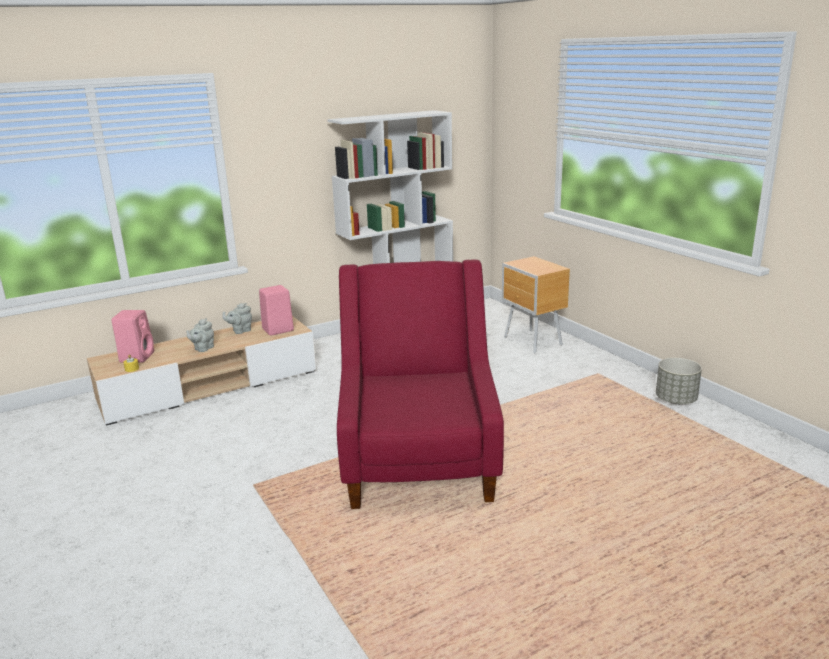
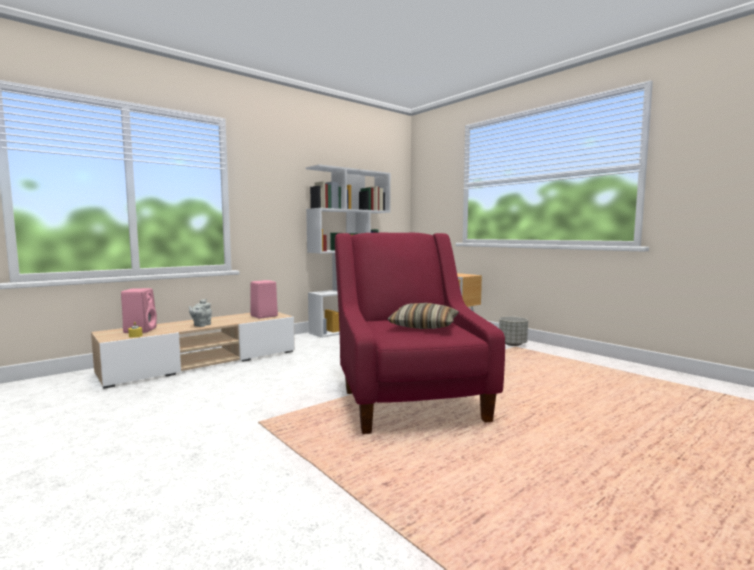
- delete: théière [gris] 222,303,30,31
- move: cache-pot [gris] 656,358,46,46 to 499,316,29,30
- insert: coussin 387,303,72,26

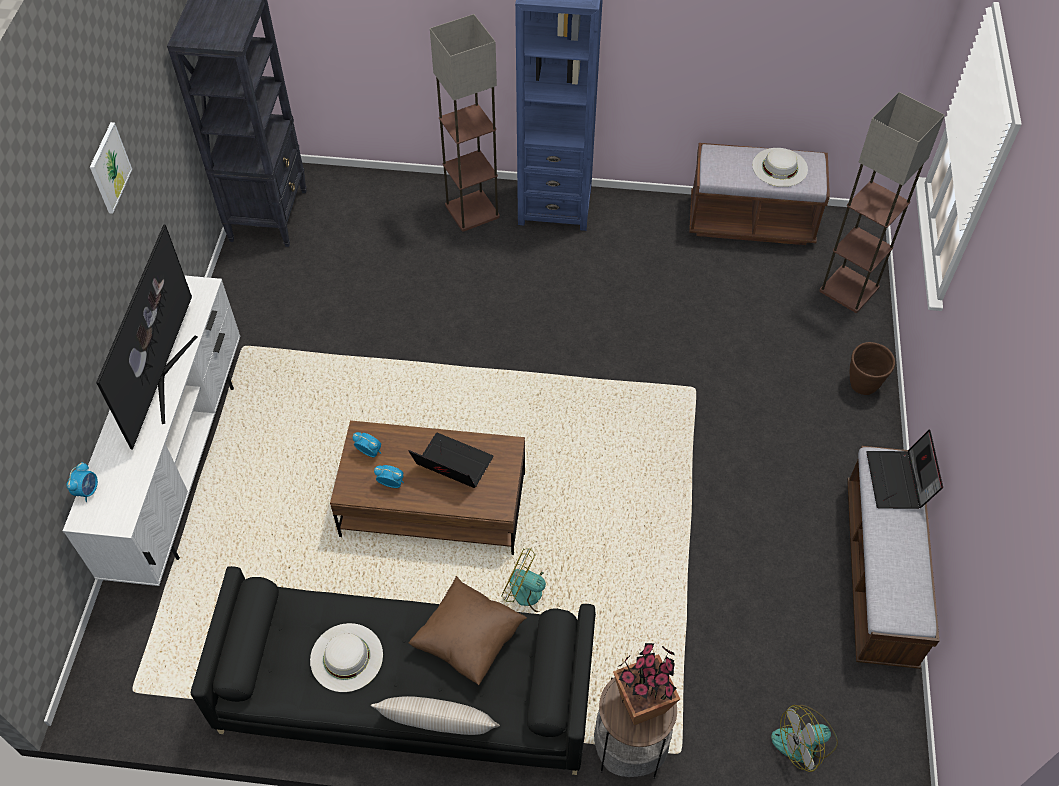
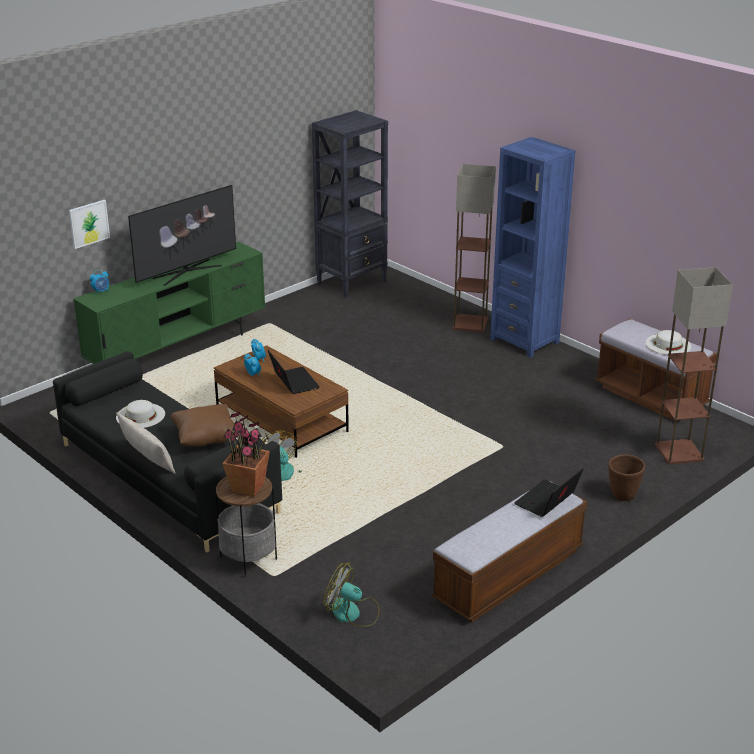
- recolor: meuble télé [blanc] 63,275,177,311 to meuble télé [vert] 73,242,192,122
- move: tableau 90,122,42,92 to 69,200,41,49

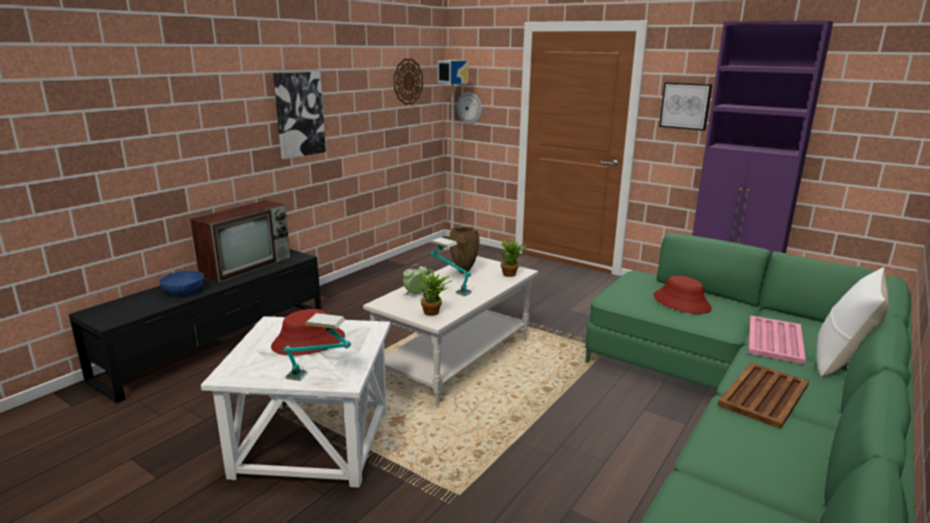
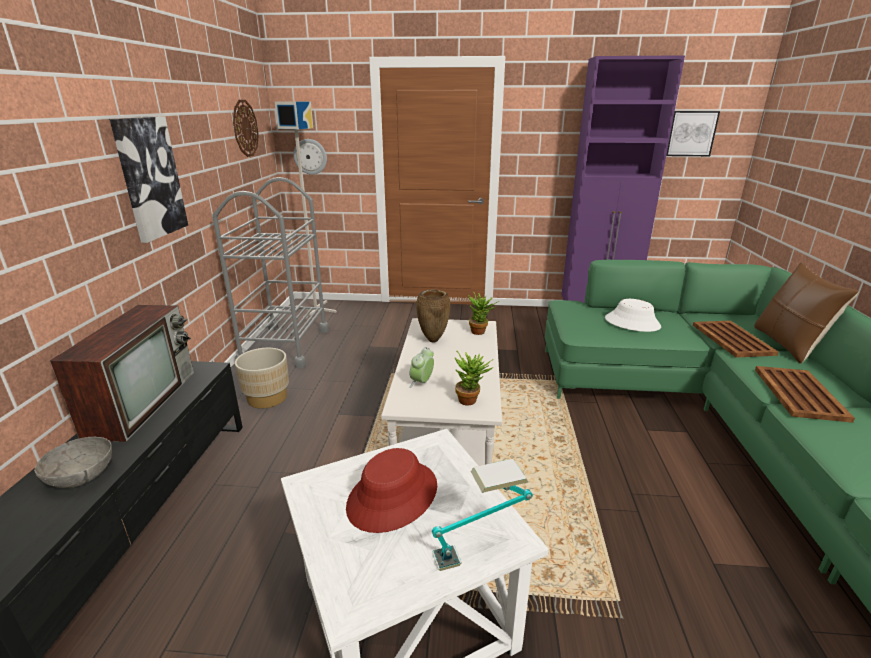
- recolor: bol [bleu] 160,270,44,26 to bol [gris] 34,437,78,51
- delete: lampe de table 430,237,42,59
- recolor: chapeau [rouge] 653,275,59,39 to chapeau [blanc] 605,299,56,33
- move: tableau 659,82,53,49 to 666,111,54,45
- recolor: plateau [rose] 748,316,58,48 to plateau [marron] 693,321,86,37
- recolor: coussin [blanc] 816,267,73,110 to coussin [marron] 754,263,105,100
- insert: chariot [gris] 212,177,117,191
- insert: cache-pot [beige] 235,348,54,61

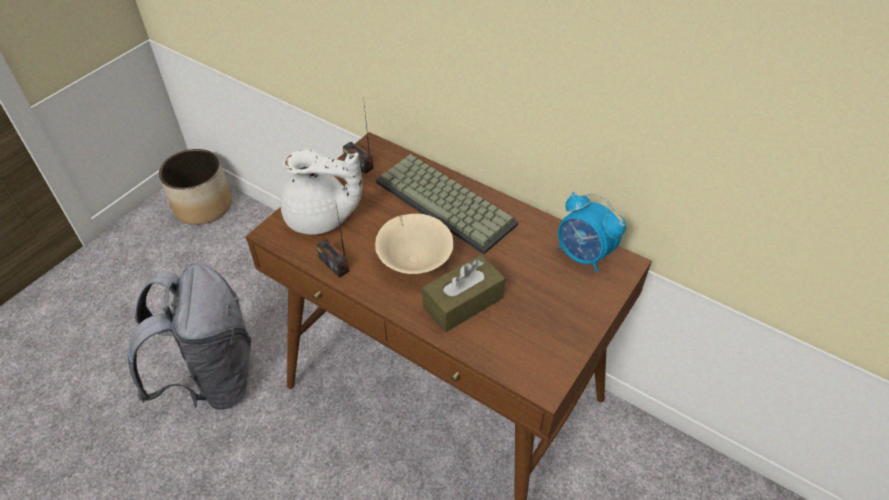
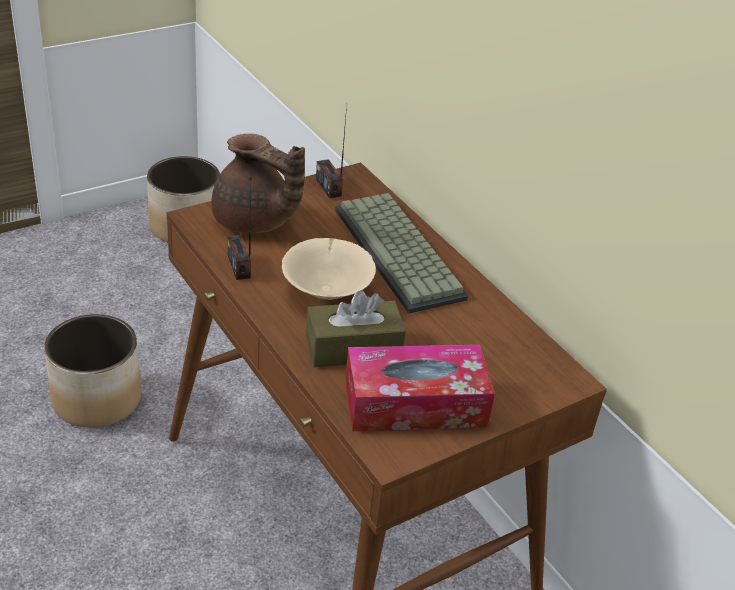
- replace: sac à dos [gris] 128,263,123,147 to cache-pot 44,314,97,114
- recolor: théière [blanc] 280,149,82,86 to théière [marron] 211,134,94,100
- delete: réveil 558,192,68,80
- insert: boîte à mouchoirs 345,345,150,87

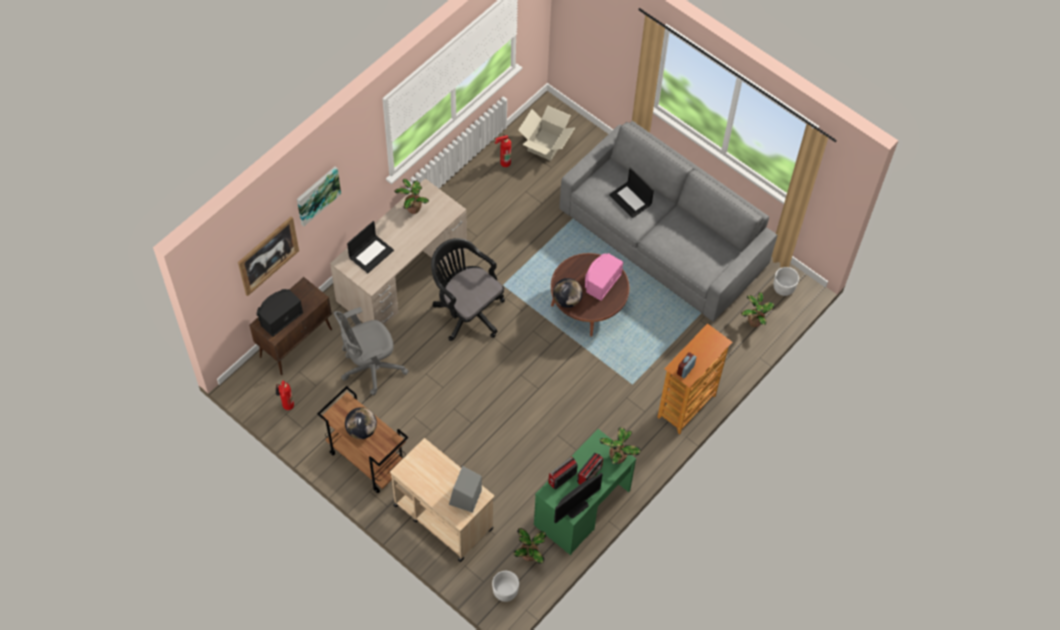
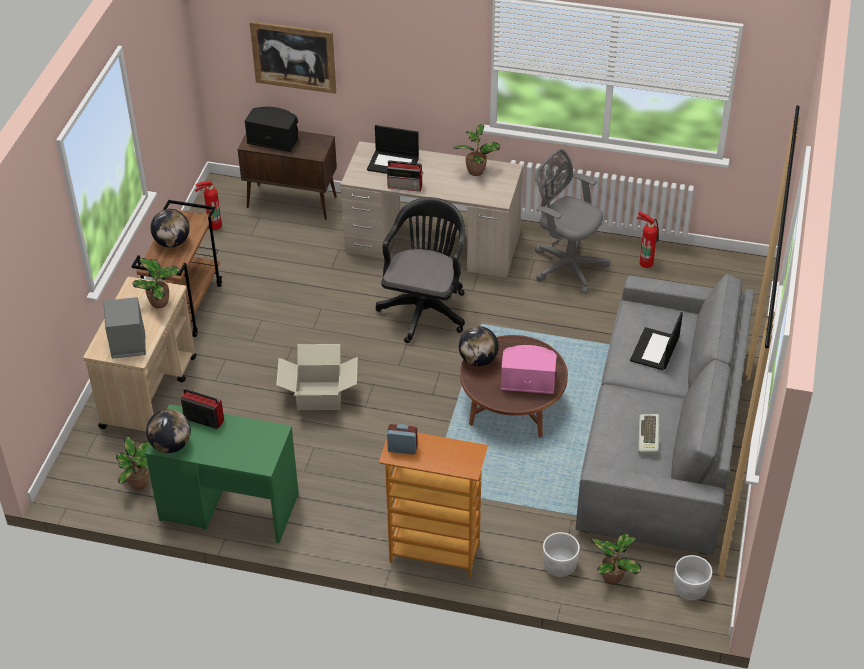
- delete: tableau 297,166,44,60
- move: chaise de bureau [gris] 333,307,76,88 to 535,149,75,145
- move: cache-pot [blanc] 492,571,27,31 to 543,532,37,45
- move: carton 518,105,58,56 to 276,344,82,66
- replace: écran d'ordinateur 554,473,49,51 to globe 146,409,45,44
- move: radio 577,453,26,32 to 387,160,37,32
- move: plante en pot 600,427,41,37 to 132,258,48,50
- insert: clavier 638,414,21,42

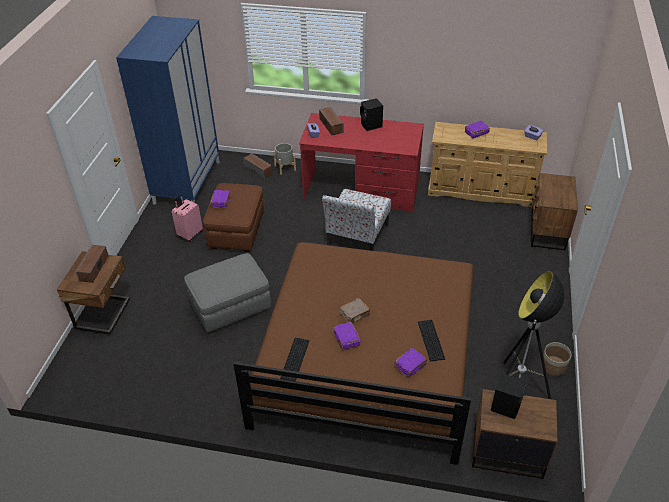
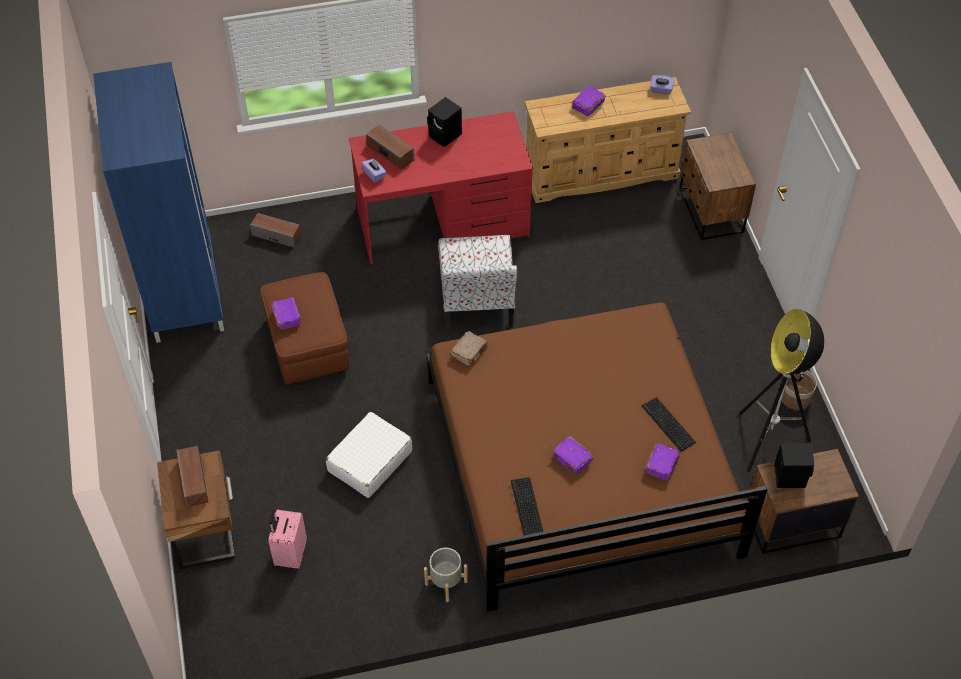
- move: valise [rose] 172,195,31,47 to 268,510,39,59
- replace: pouf [gris] 184,253,87,80 to valise [blanc] 326,412,86,86
- move: cache-pot [gris] 273,143,23,32 to 424,548,44,54
- move: livre [marron] 340,298,30,25 to 451,331,37,35

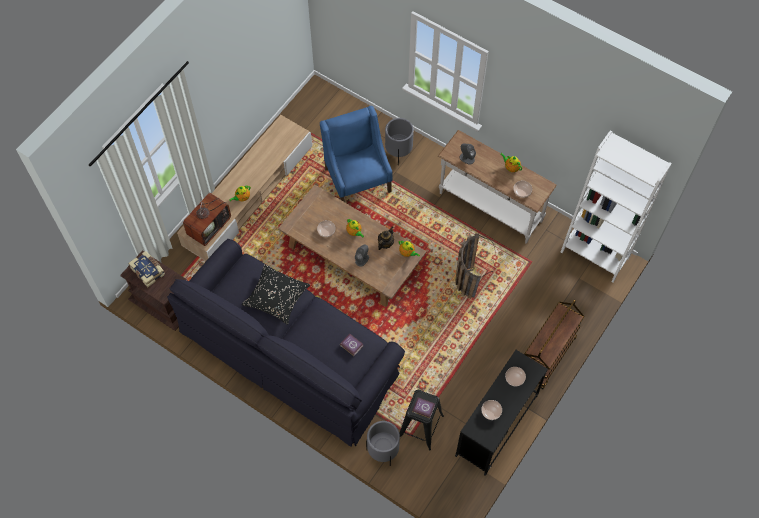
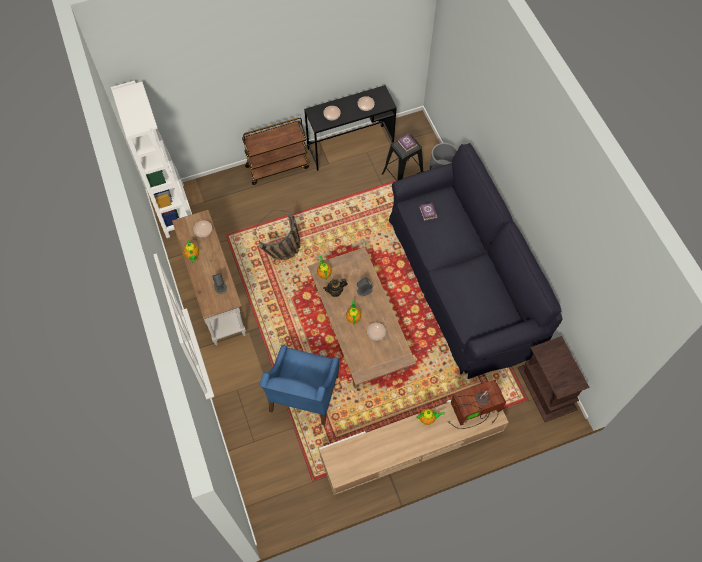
- delete: livre 128,251,37,36
- delete: coussin [noir] 241,264,69,61
- delete: cache-pot [gris] 385,118,29,47

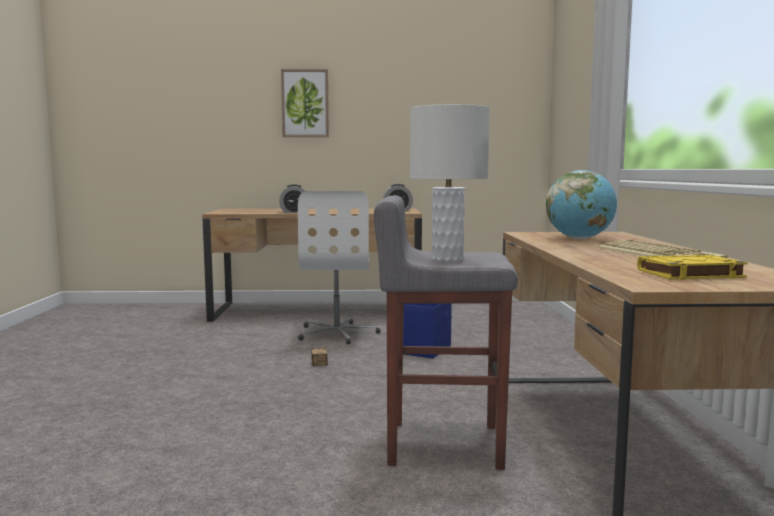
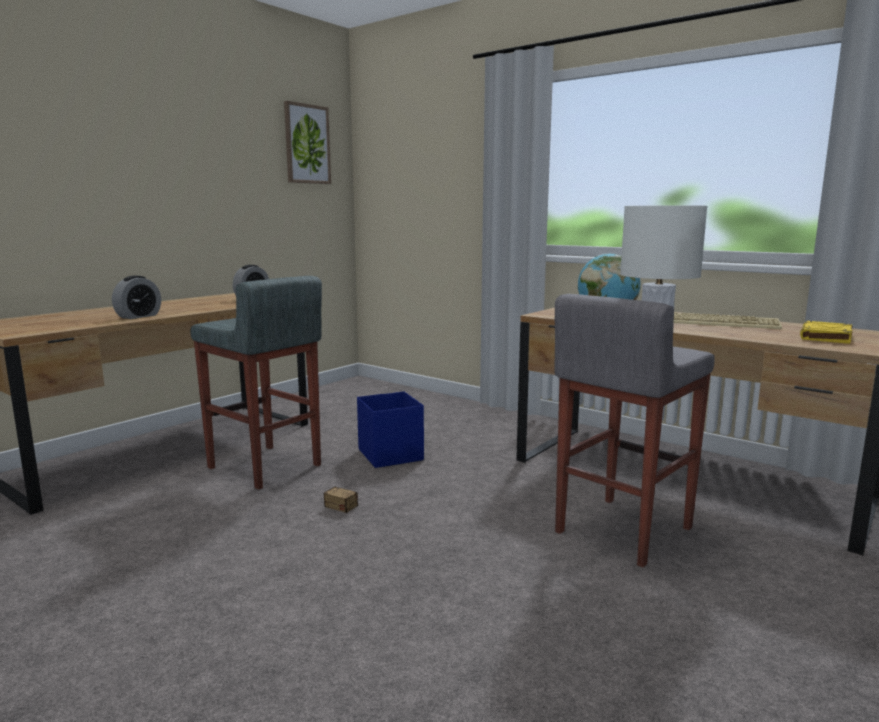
- move: tableau 281,69,48,68 to 284,101,47,83
- replace: chaise de bureau [blanc] 298,191,83,154 to tabouret [gris] 190,276,132,214

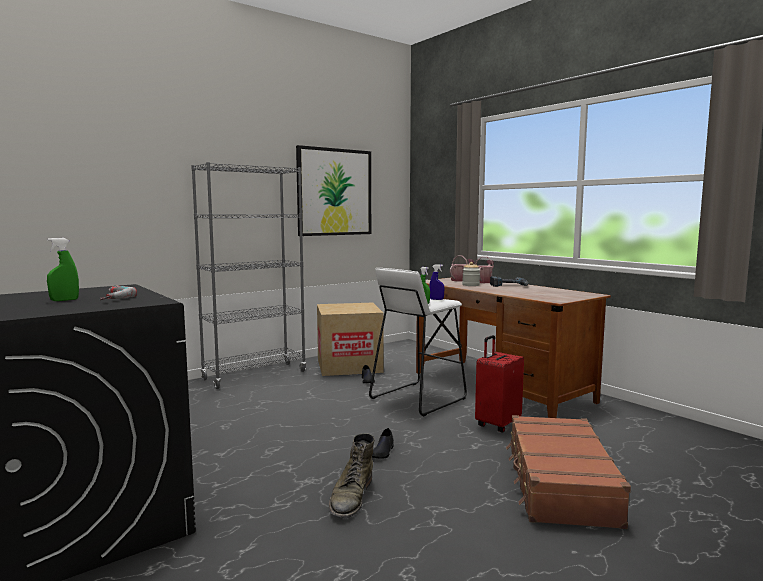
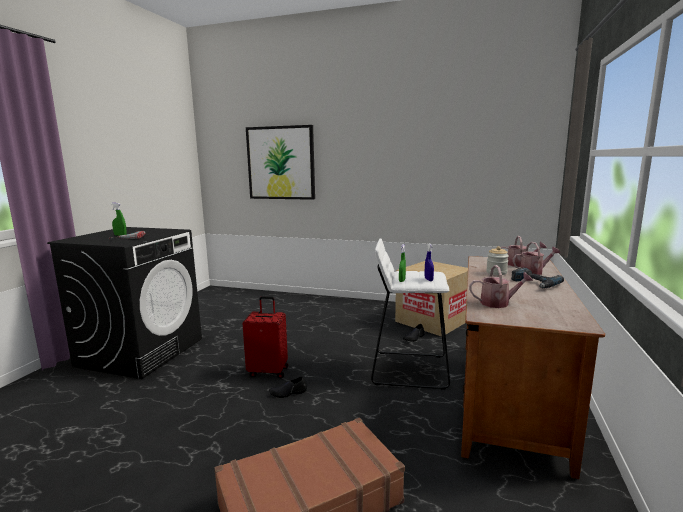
- delete: bibliothèque [gris] 191,162,115,227
- move: tableau 296,145,75,91 to 246,125,69,75
- delete: botte [vert] 328,433,47,86
- move: valise [rouge] 475,335,49,98 to 242,296,46,82
- insert: arrosoir 469,265,64,43

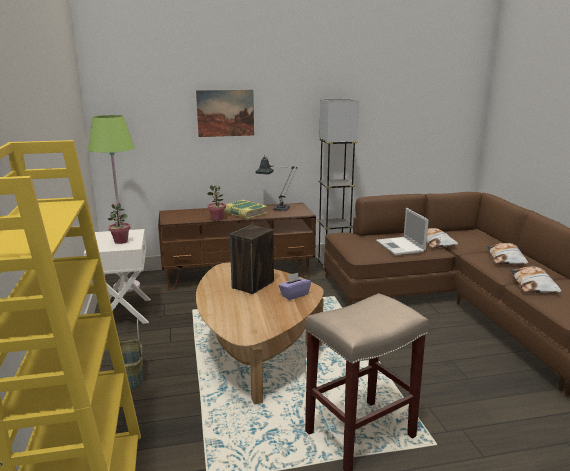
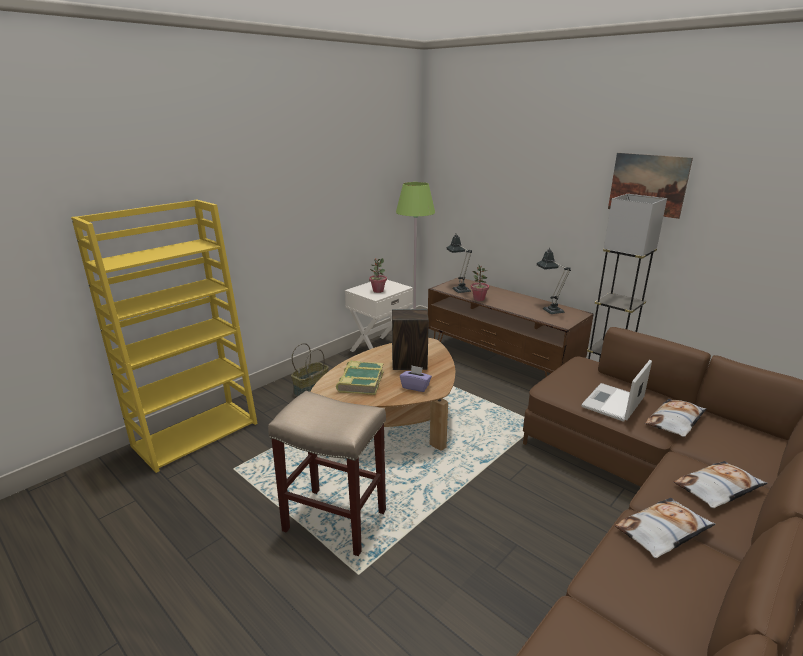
- move: tableau 196,90,58,47 to 608,153,85,66
- move: livre 224,200,43,19 to 336,361,48,34
- insert: lampe de table 446,233,26,60

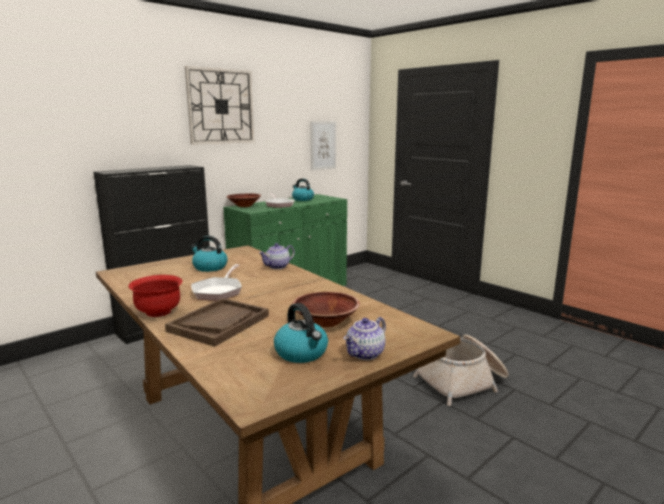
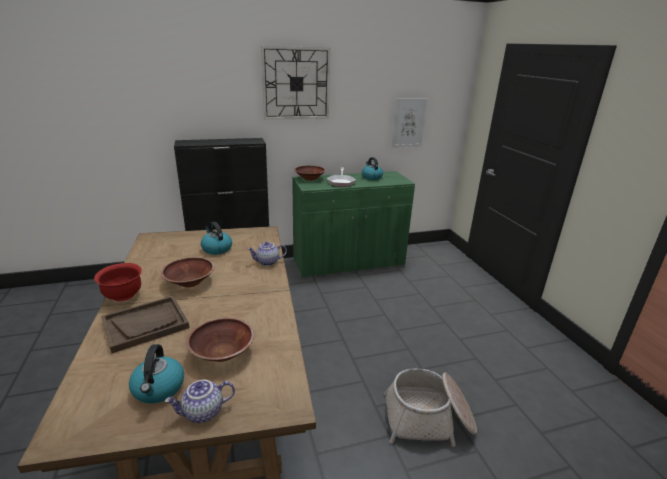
- replace: poêle 191,264,51,37 to bol [marron] 161,257,54,30

